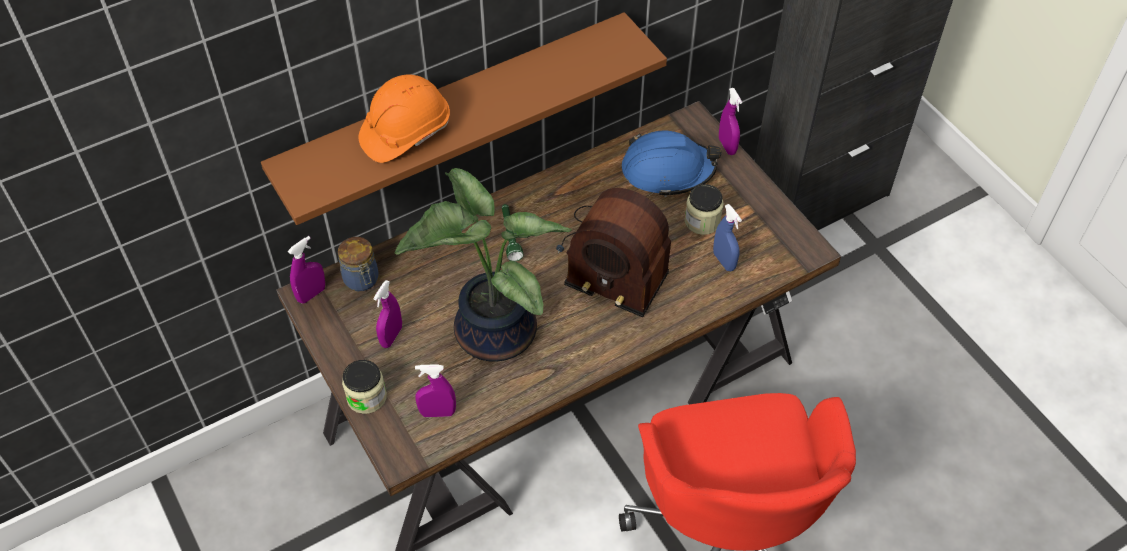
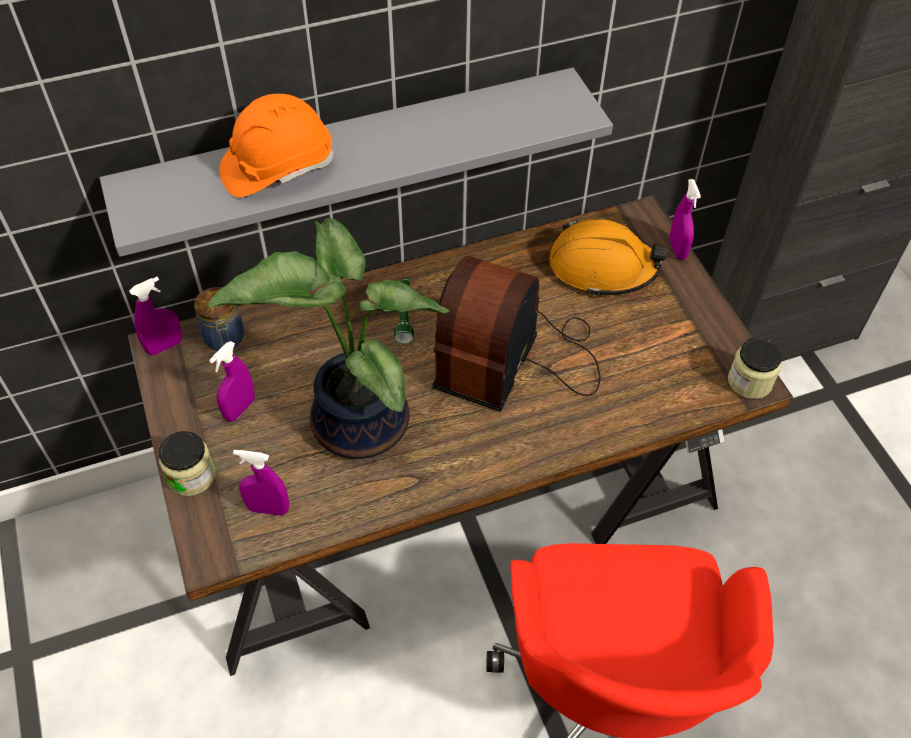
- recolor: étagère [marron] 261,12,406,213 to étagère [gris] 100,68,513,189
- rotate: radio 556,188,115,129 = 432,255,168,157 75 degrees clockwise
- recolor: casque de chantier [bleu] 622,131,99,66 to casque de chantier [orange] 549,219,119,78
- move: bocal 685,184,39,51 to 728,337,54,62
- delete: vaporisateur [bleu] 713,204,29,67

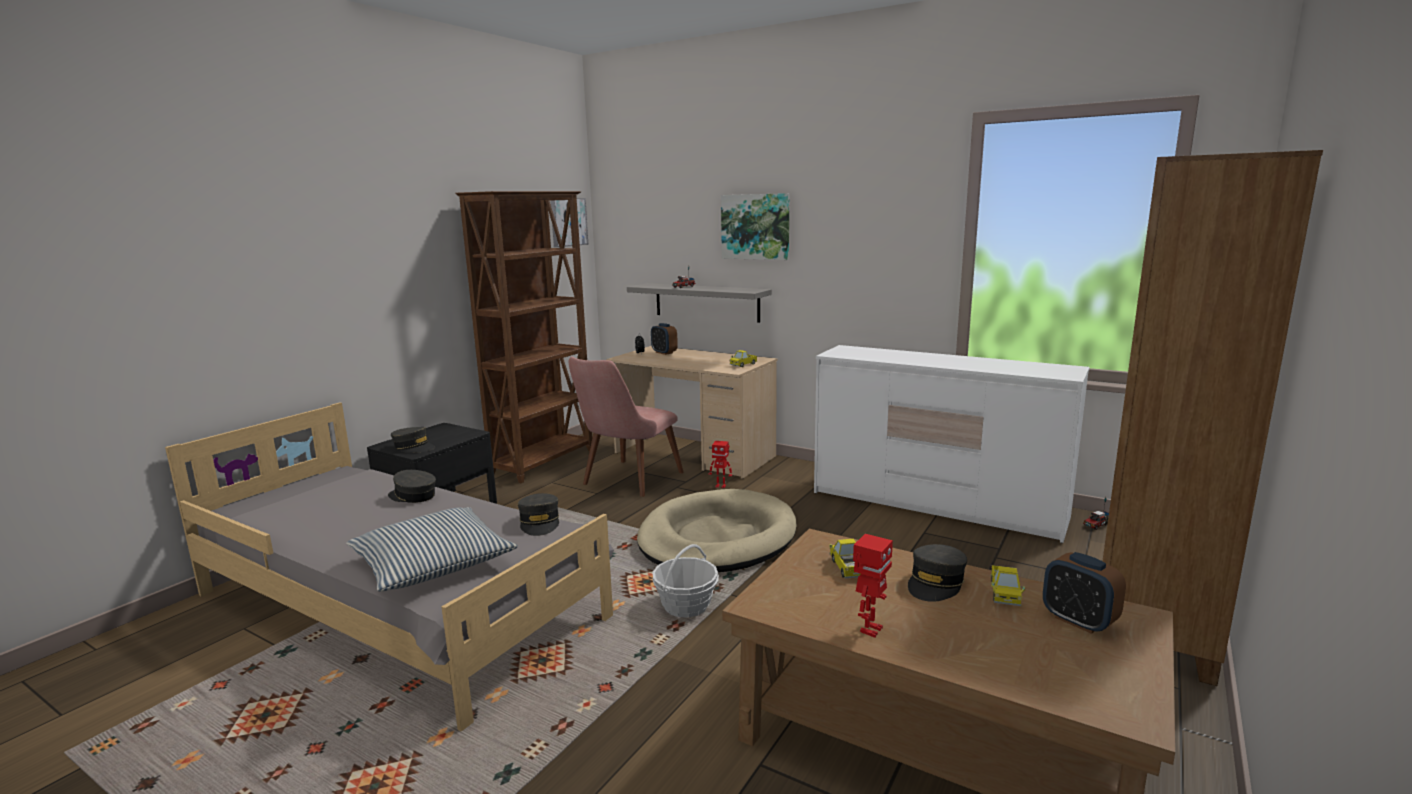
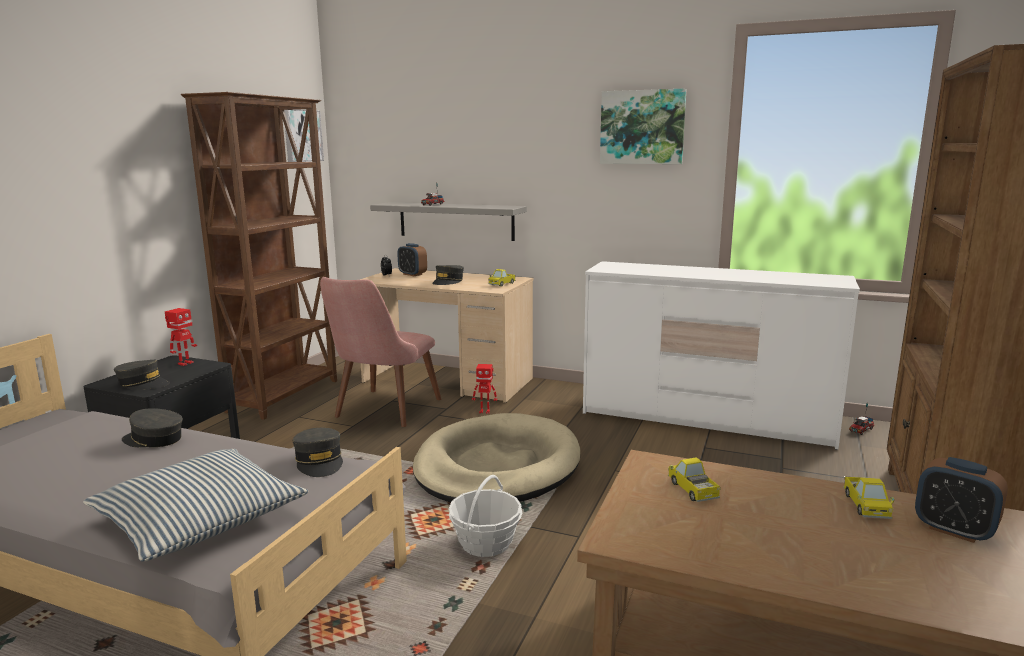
- move: tableau 721,193,68,67 to 600,88,87,76
- move: robot jouet 853,534,40,104 to 165,308,32,58
- move: casquette [gris] 908,544,59,58 to 432,265,32,20

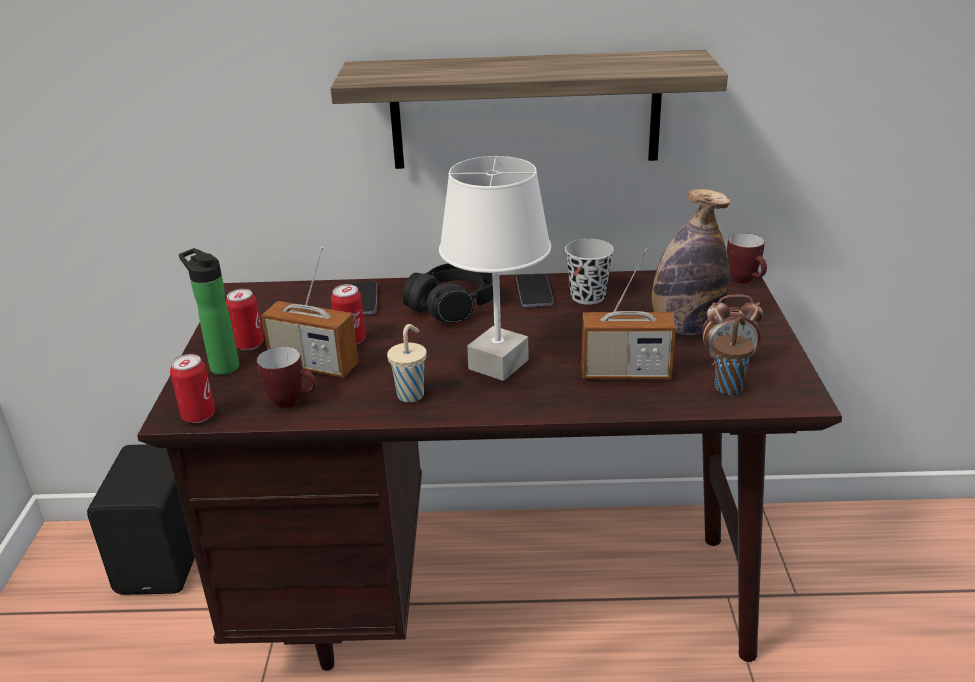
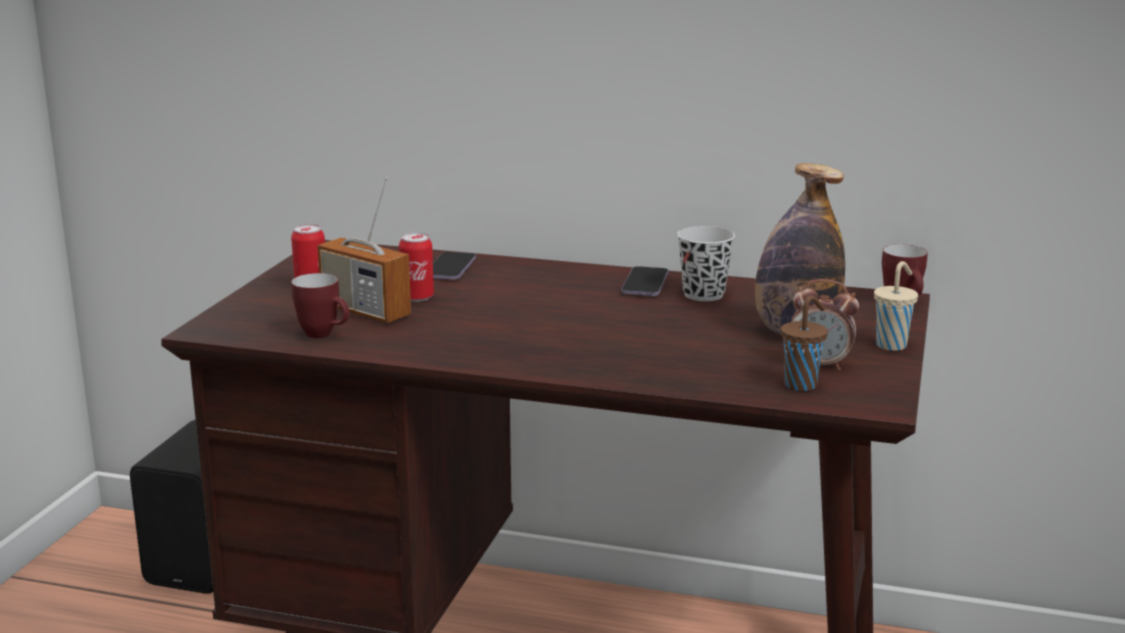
- delete: boîte métallique 170,354,45,69
- delete: bouteille 179,248,60,127
- delete: étagère 330,50,398,119
- move: tasse [beige] 387,324,39,79 to 874,261,44,90
- delete: casque audio [noir] 403,263,90,59
- delete: lampe de table [blanc] 439,156,112,225
- delete: radio 582,248,94,131

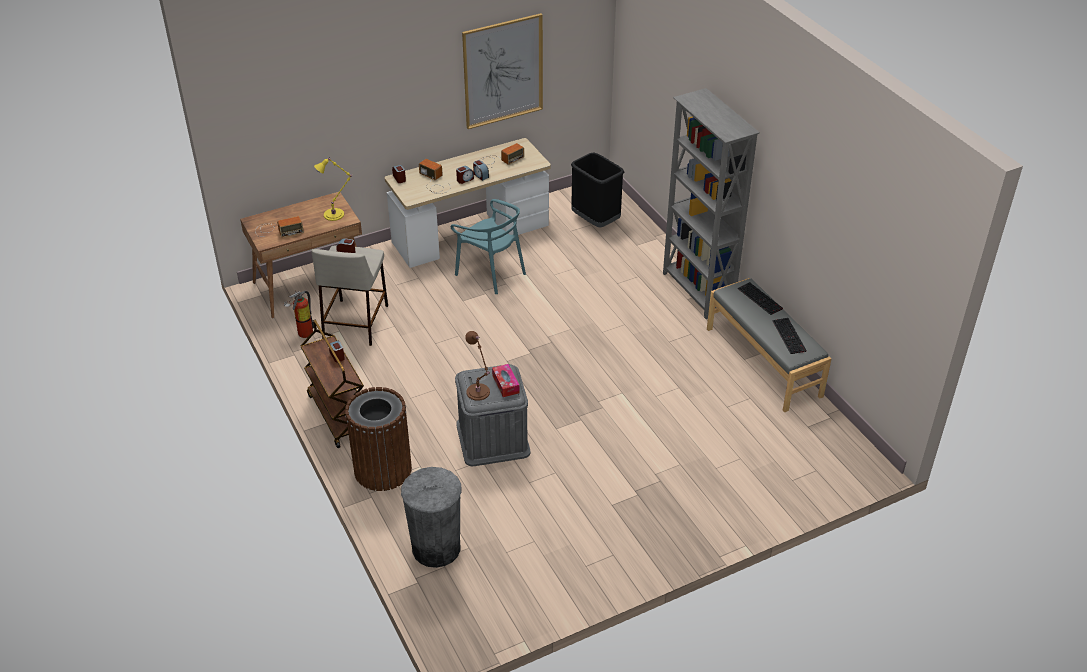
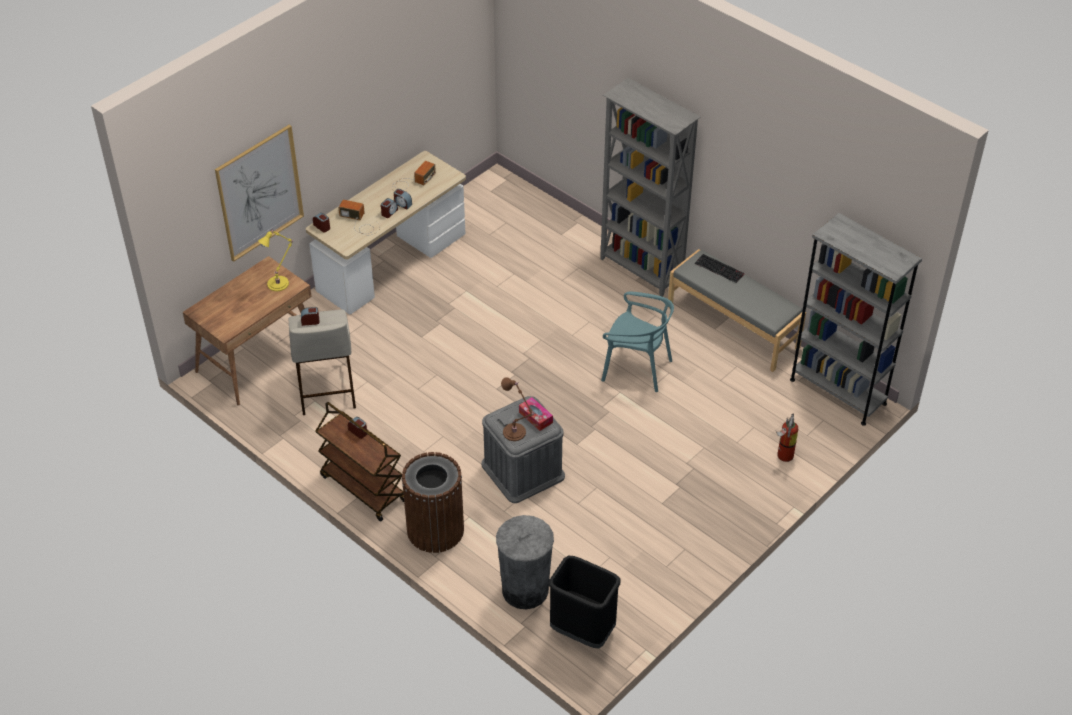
- delete: radio 255,216,49,22
- move: extincteur 284,291,30,47 to 776,414,22,48
- move: chaise [turquoise] 451,199,75,95 to 601,292,73,100
- move: tableau 462,13,81,116 to 215,125,89,137
- move: poubelle [noir] 571,152,53,75 to 549,555,72,93
- delete: clavier 773,318,34,36
- insert: bibliothèque [gris] 790,213,132,213

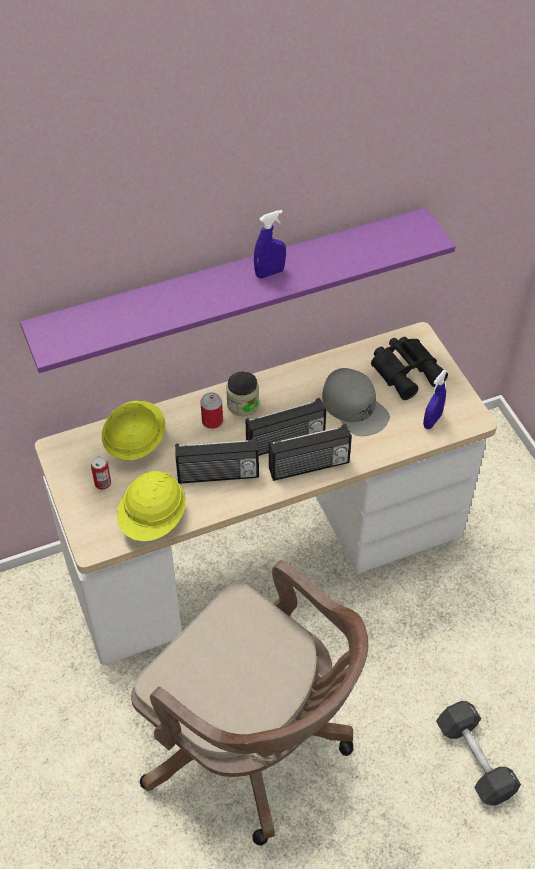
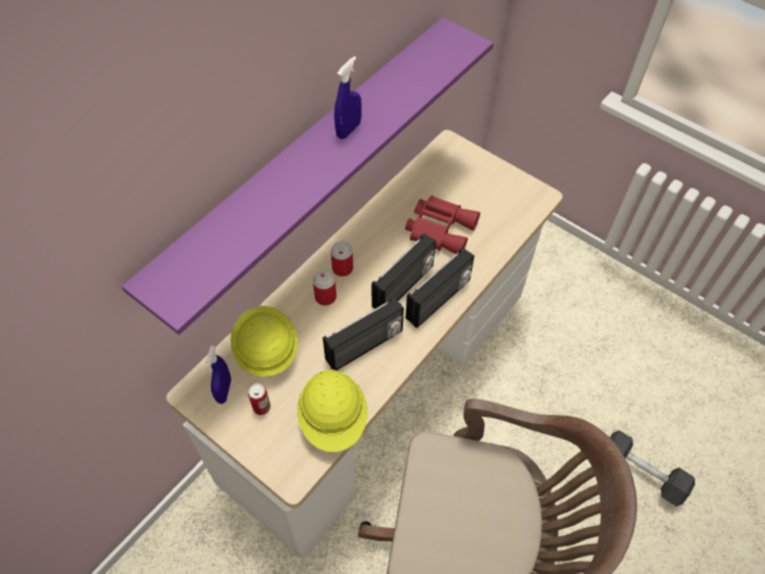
- replace: bocal 226,371,33,45 to boîte métallique 331,241,22,36
- replace: casquette [gris] 322,368,68,68 to jumelles [rouge] 405,195,75,59
- delete: jumelles [noir] 371,337,77,63
- move: vaporisateur [bleu] 423,370,24,59 to 205,346,26,58

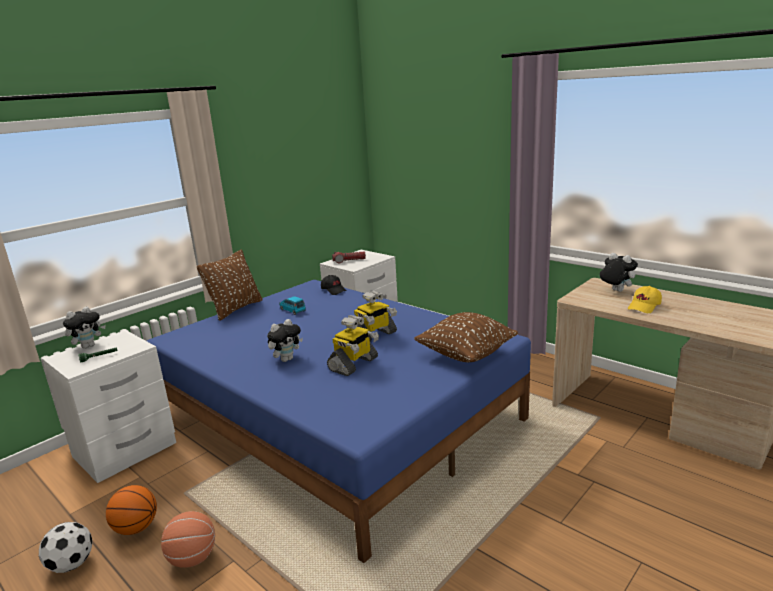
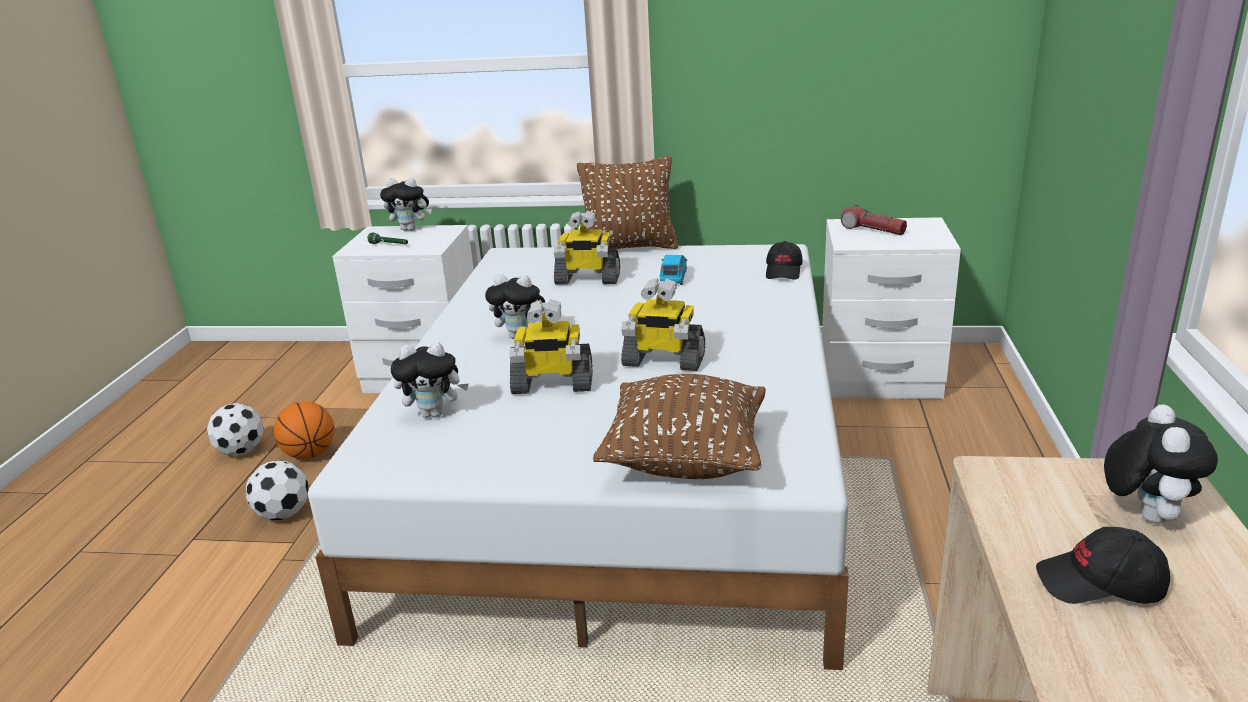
- recolor: lit [bleu] 147,280,384,283 to lit [blanc] 308,244,541,426
- replace: ballon de basket 161,511,54,57 to ballon de foot 245,460,64,60
- recolor: casquette [jaune] 628,286,34,27 to casquette [noir] 1036,527,134,77
- insert: peluche 391,342,78,76
- insert: robot jouet 554,211,66,73

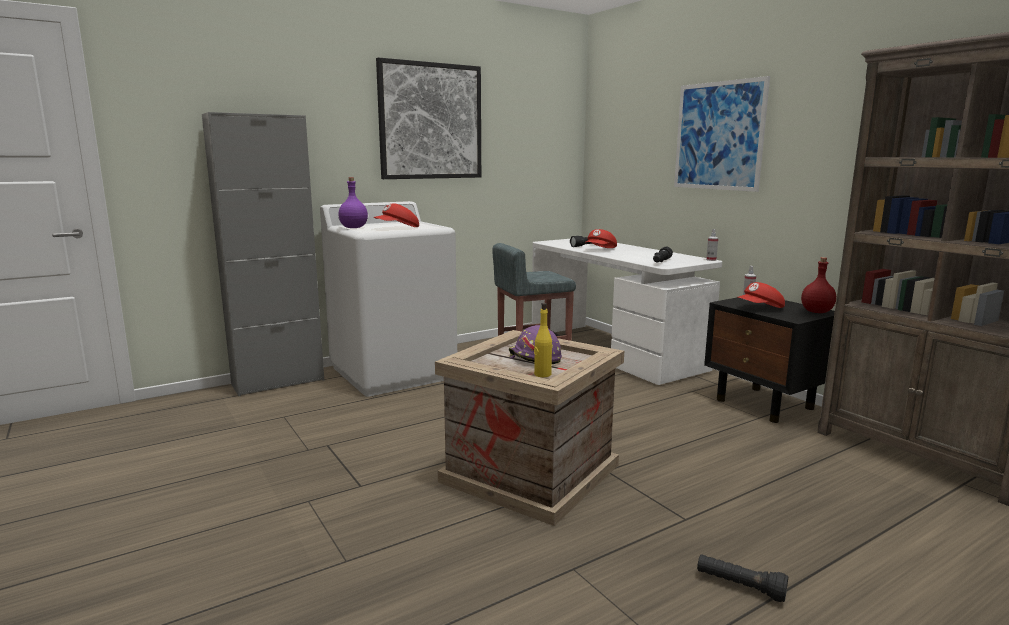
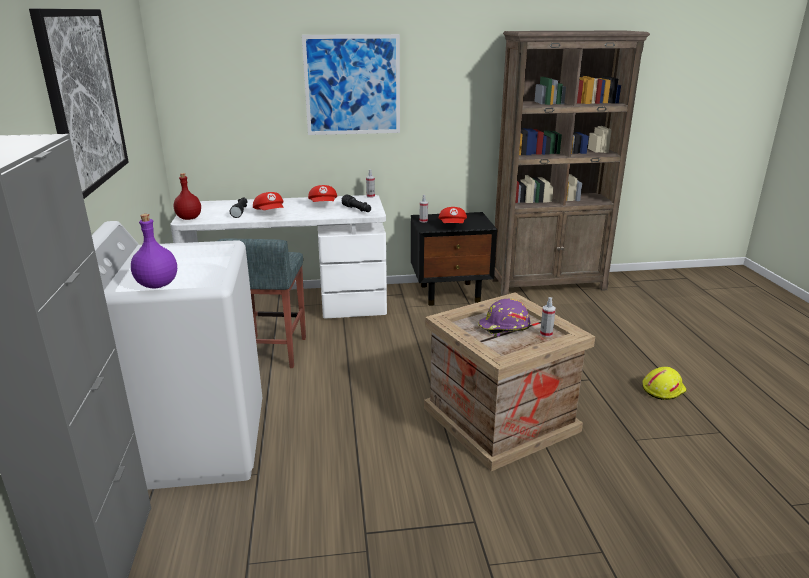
- move: casquette [rouge] 373,203,46,24 to 308,185,29,17
- replace: bouteille [jaune] 534,303,18,74 to vaporisateur 540,297,16,40
- replace: lampe de poche [noir] 697,554,91,48 to casque de chantier [jaune] 642,367,45,33
- move: bouteille [rouge] 801,257,35,56 to 174,173,27,47

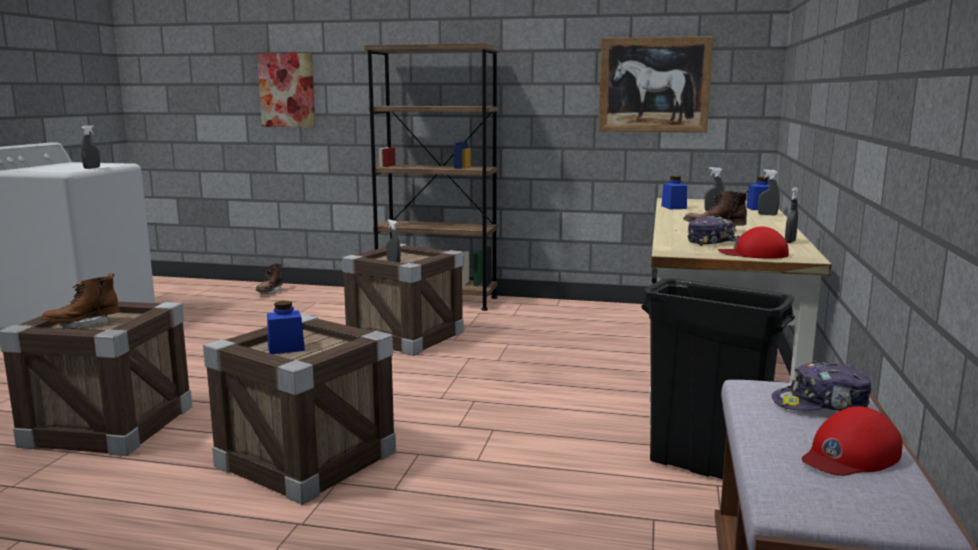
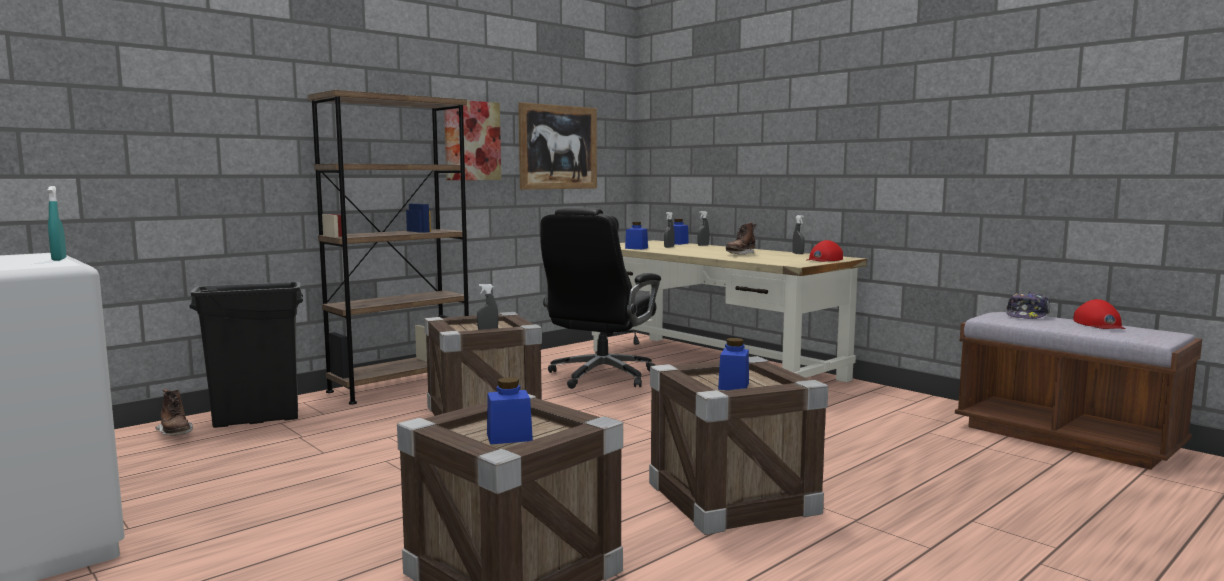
- replace: botte [marron] 41,274,78,54 to bocal [bleu] 487,377,46,68
- recolor: vaporisateur [gris] 81,125,19,44 to vaporisateur [turquoise] 48,186,19,75
- move: tableau 257,53,59,74 to 444,101,57,79
- move: poubelle [noir] 641,278,154,201 to 189,282,114,146
- delete: casquette 688,216,52,30
- insert: chaise de bureau [noir] 540,207,121,182

